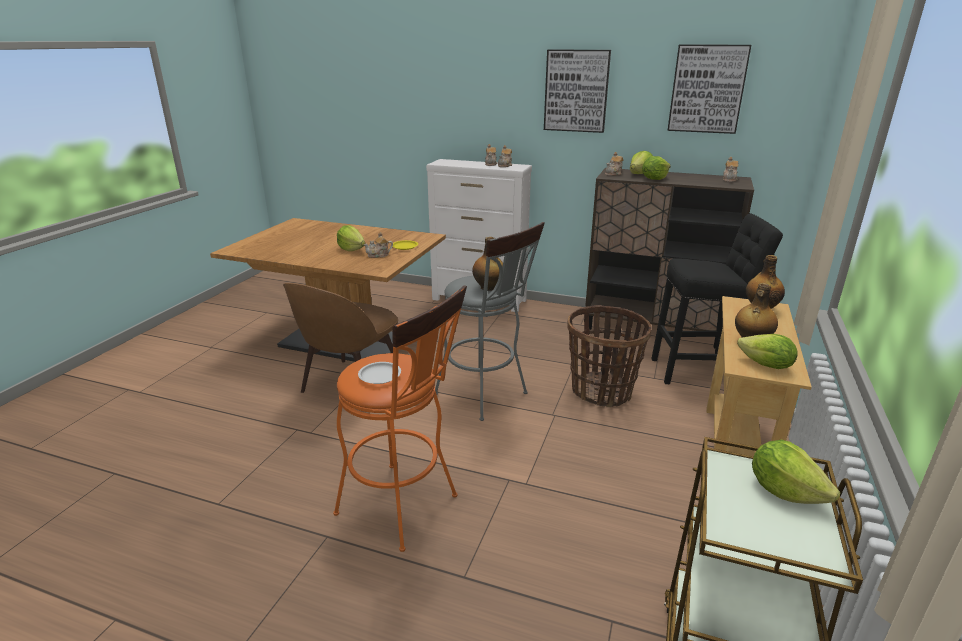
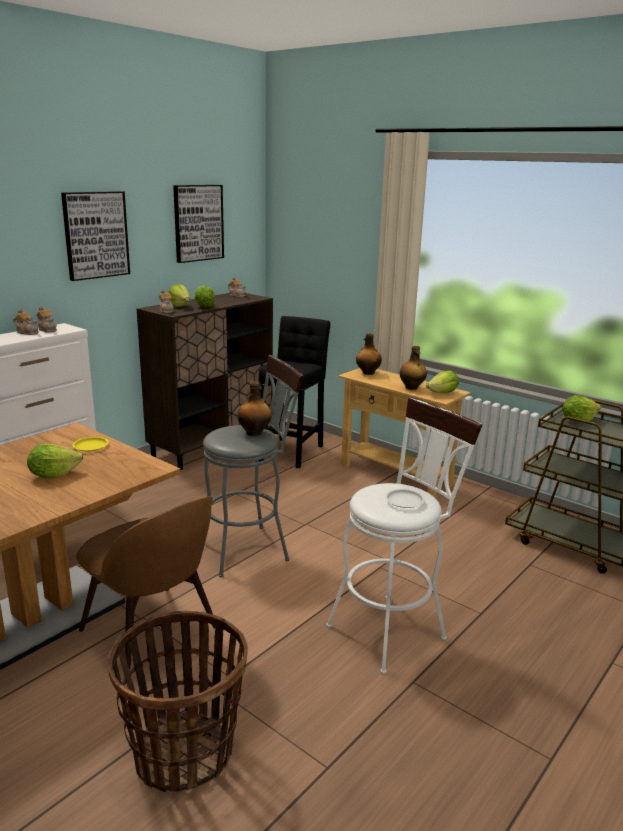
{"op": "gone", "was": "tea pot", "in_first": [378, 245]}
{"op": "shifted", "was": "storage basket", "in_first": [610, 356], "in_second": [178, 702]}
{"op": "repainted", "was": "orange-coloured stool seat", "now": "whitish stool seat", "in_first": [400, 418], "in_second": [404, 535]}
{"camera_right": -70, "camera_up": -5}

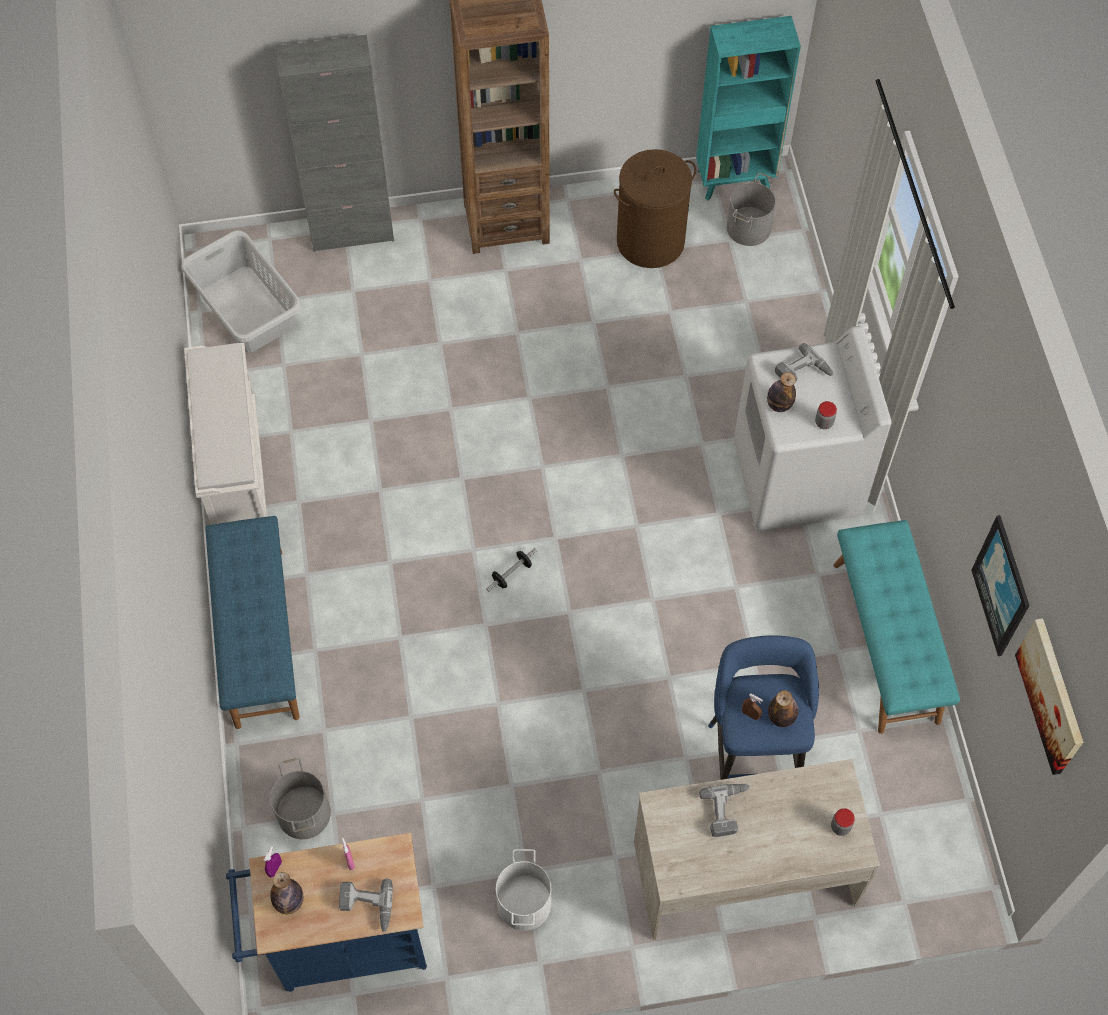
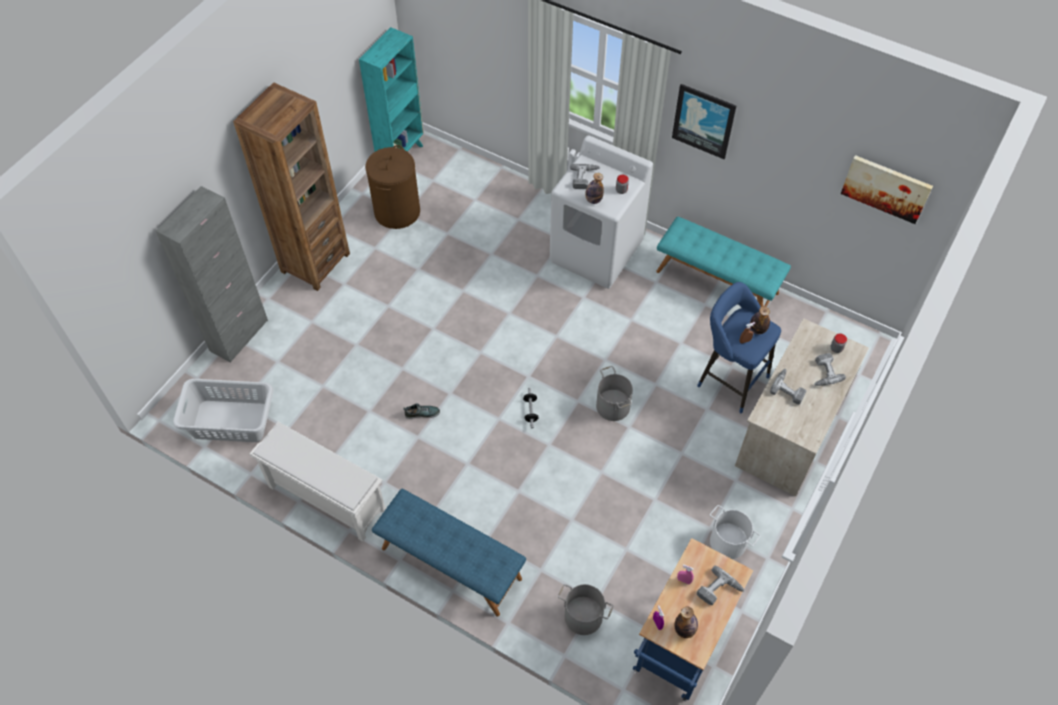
{"op": "new", "now": "low shoe", "in_second": [421, 411]}
{"op": "new", "now": "electric drill", "in_second": [830, 369]}
{"op": "shifted", "was": "gray bucket", "in_first": [751, 209], "in_second": [614, 393]}
{"op": "shifted", "was": "wall picture", "in_first": [1000, 585], "in_second": [704, 121]}
{"camera_right": -50, "camera_up": -5}

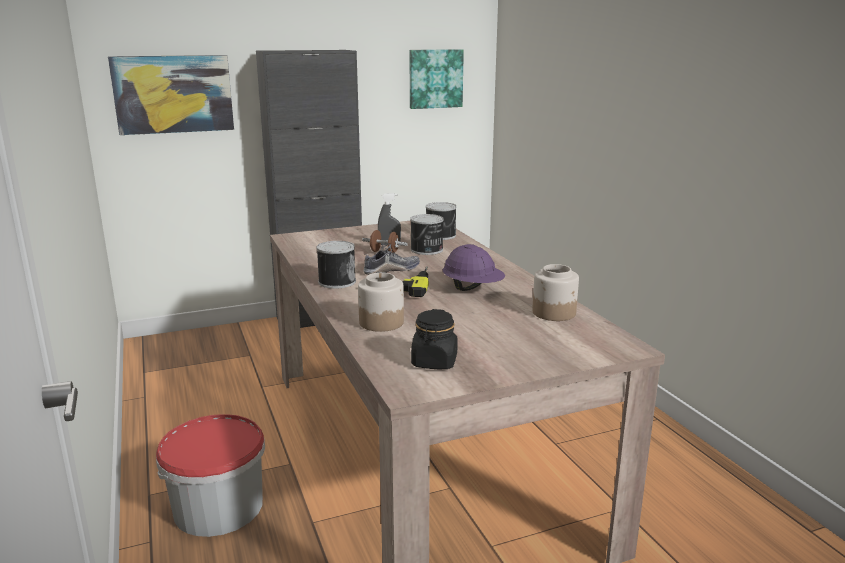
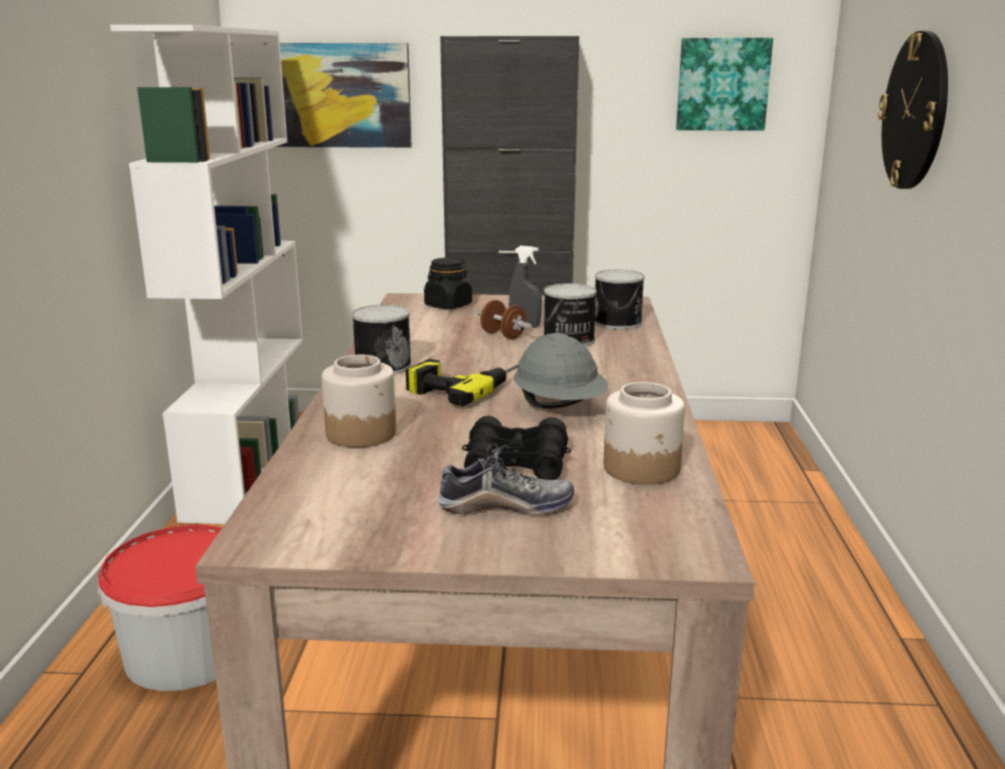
{"op": "new", "now": "whitish bookcase", "in_second": [206, 274]}
{"op": "new", "now": "black-coloured field glasses", "in_second": [516, 448]}
{"op": "new", "now": "hanging clock", "in_second": [913, 110]}
{"op": "shifted", "was": "low shoe", "in_first": [391, 259], "in_second": [506, 478]}
{"op": "shifted", "was": "black-coloured preserve jar", "in_first": [434, 339], "in_second": [448, 283]}
{"op": "repainted", "was": "purple safety helmet", "now": "gray safety helmet", "in_first": [473, 267], "in_second": [561, 370]}
{"camera_right": 25, "camera_up": 0}

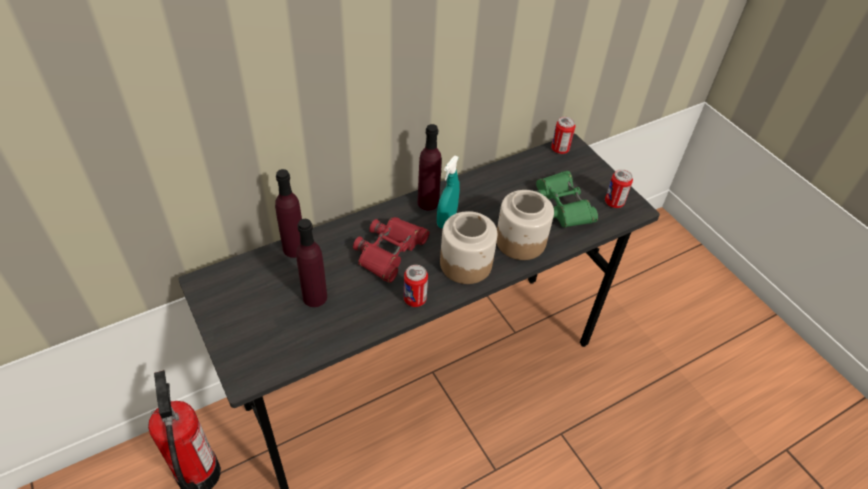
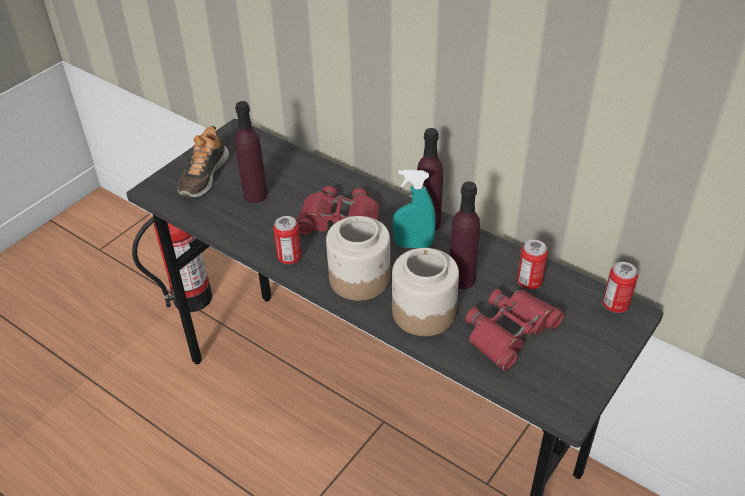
{"op": "new", "now": "low shoe", "in_second": [203, 162]}
{"op": "shifted", "was": "purple drink bottle", "in_first": [288, 213], "in_second": [465, 235]}
{"op": "shifted", "was": "can", "in_first": [619, 188], "in_second": [532, 264]}
{"op": "repainted", "was": "greenish field glasses", "now": "red-coloured field glasses", "in_first": [567, 199], "in_second": [514, 330]}
{"camera_right": 70, "camera_up": -5}

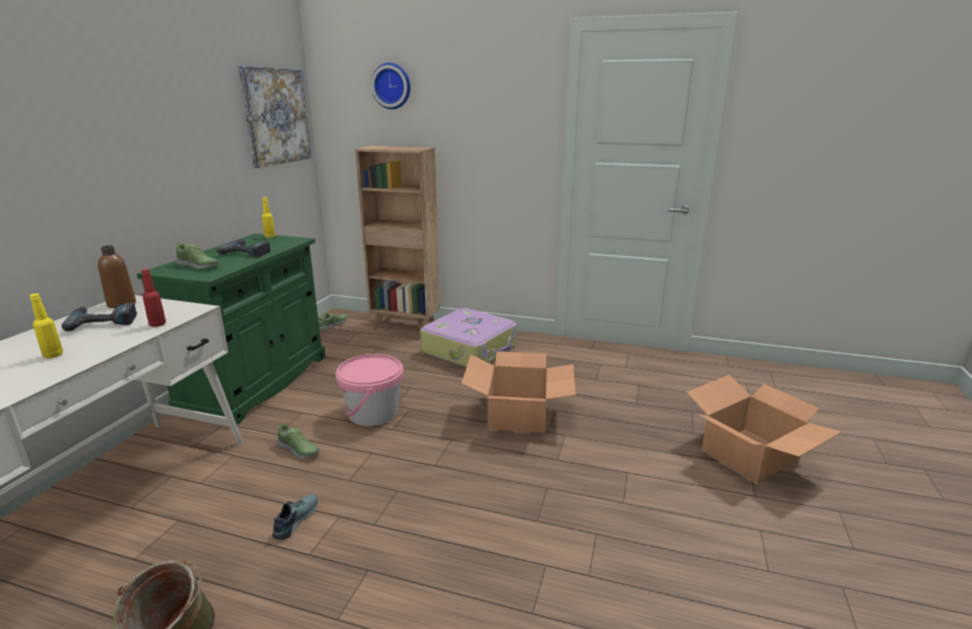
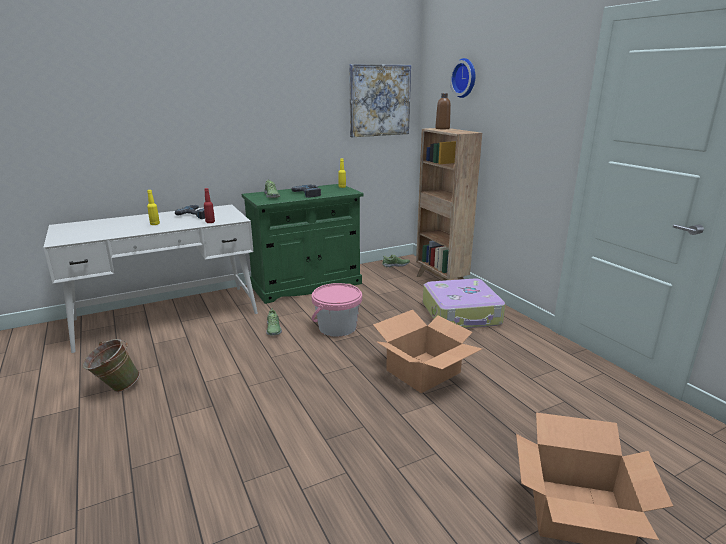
{"op": "gone", "was": "low shoe", "in_first": [295, 517]}
{"op": "shifted", "was": "brown drink bottle", "in_first": [117, 276], "in_second": [443, 111]}
{"camera_right": 45, "camera_up": 0}

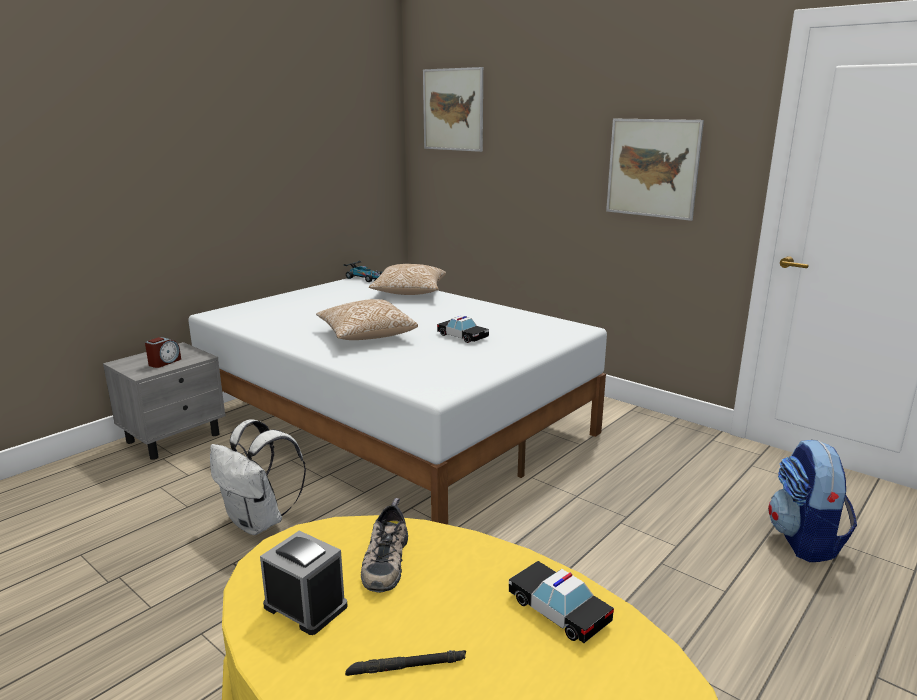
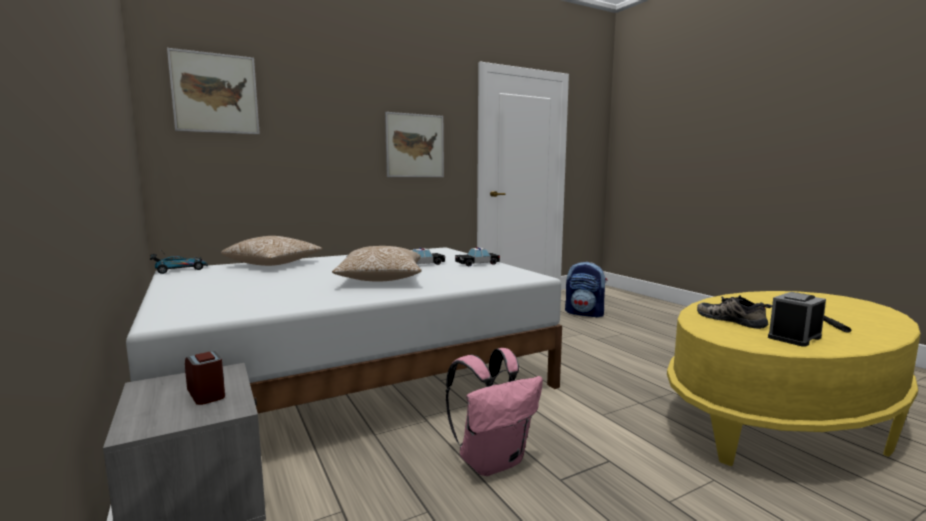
{"op": "shifted", "was": "miniature car", "in_first": [561, 602], "in_second": [477, 256]}
{"op": "repainted", "was": "whitish backpack", "now": "pink-coloured backpack", "in_first": [258, 477], "in_second": [494, 412]}
{"op": "rotated", "was": "low shoe", "in_first": [384, 545], "in_second": [734, 312], "clockwise": -150}
{"camera_right": -70, "camera_up": -10}

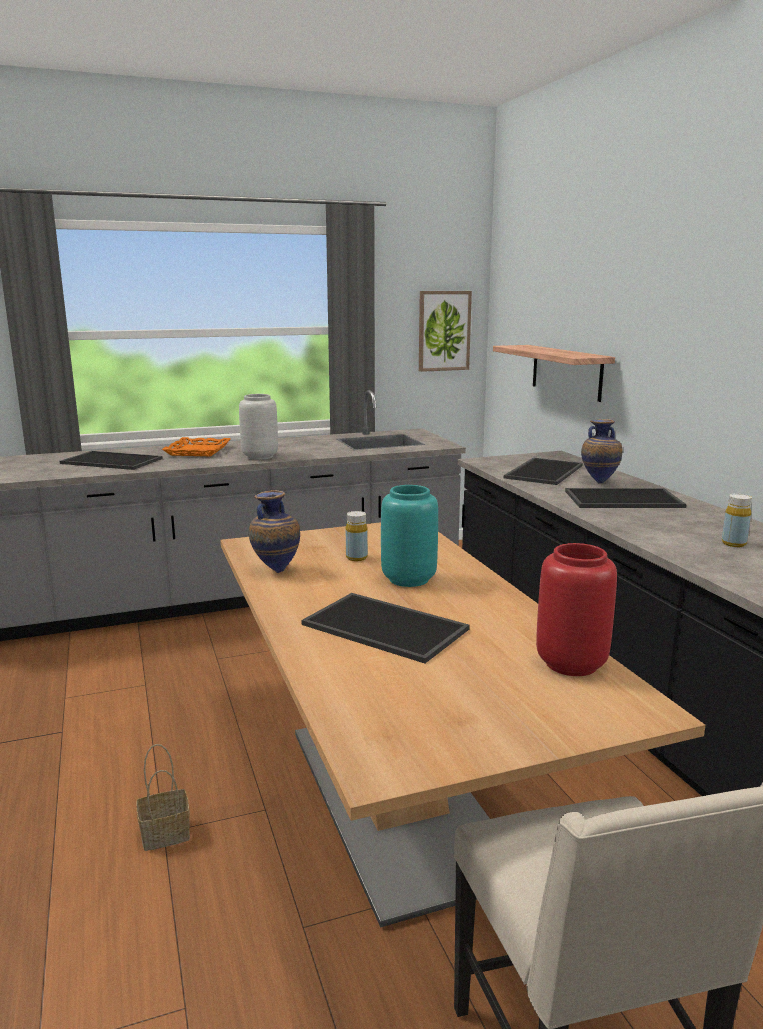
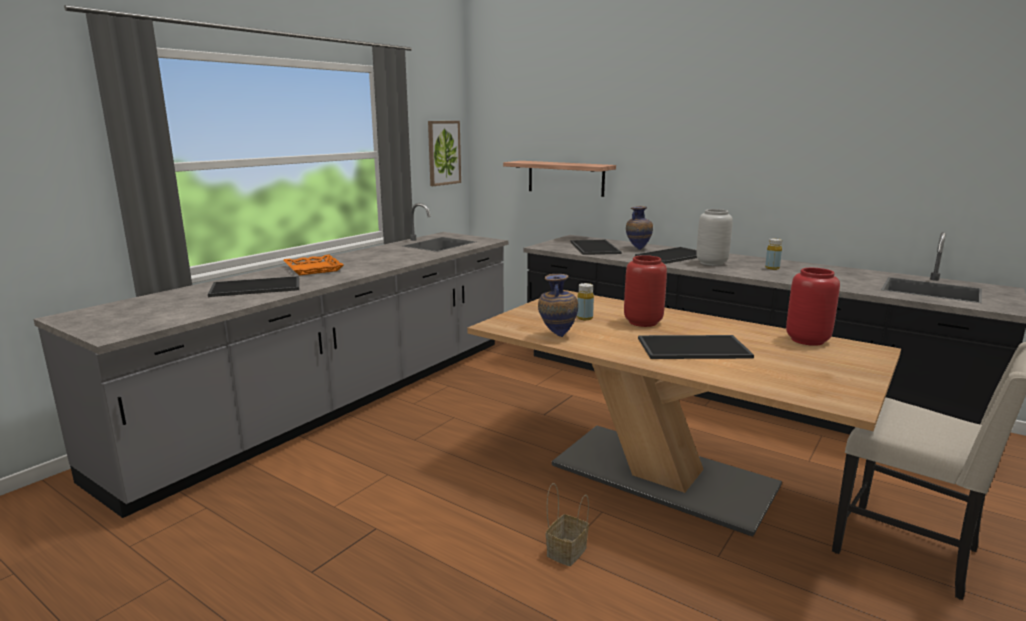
{"op": "shifted", "was": "gray decorative vase", "in_first": [258, 427], "in_second": [714, 237]}
{"op": "repainted", "was": "turquoise-coloured decorative vase", "now": "red-coloured decorative vase", "in_first": [409, 536], "in_second": [645, 291]}
{"camera_right": -35, "camera_up": 0}

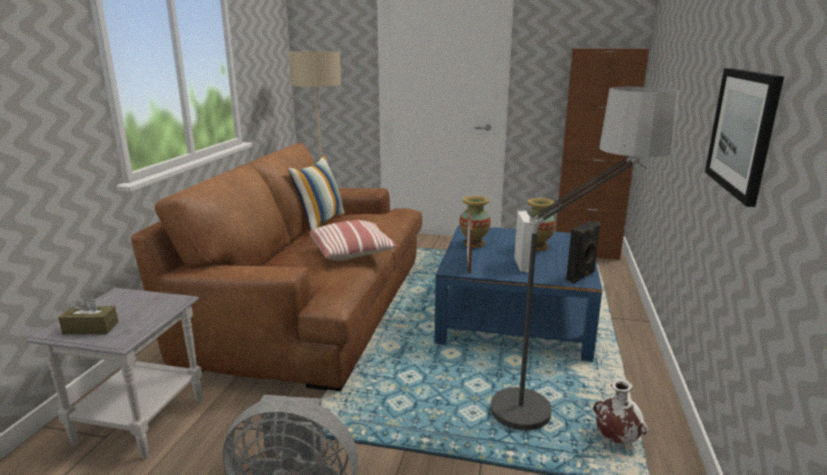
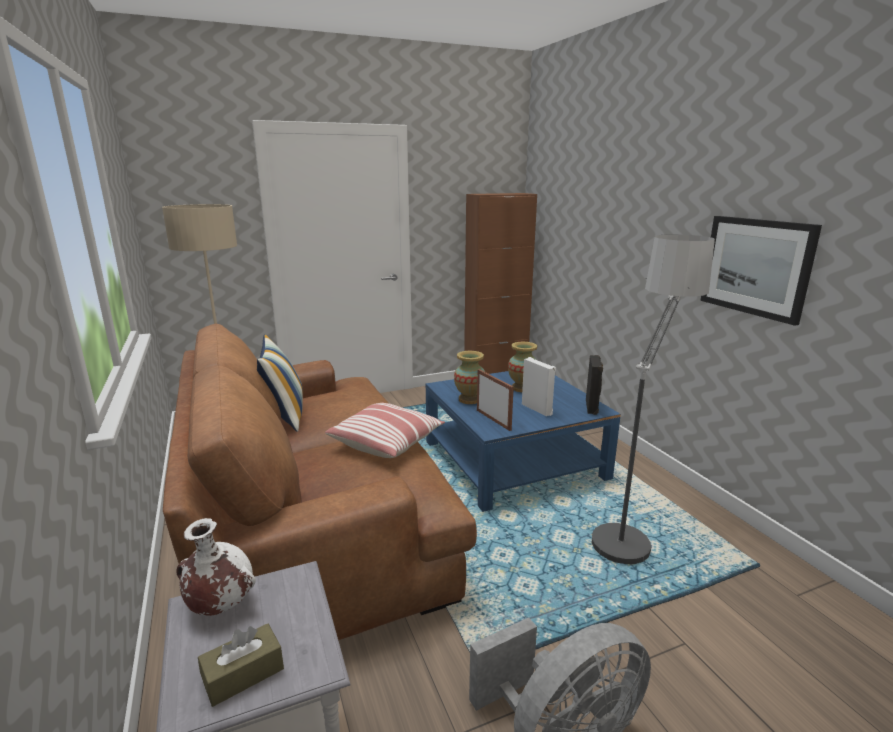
{"op": "shifted", "was": "whitish decorative vase", "in_first": [620, 411], "in_second": [216, 567]}
{"camera_right": -35, "camera_up": 0}

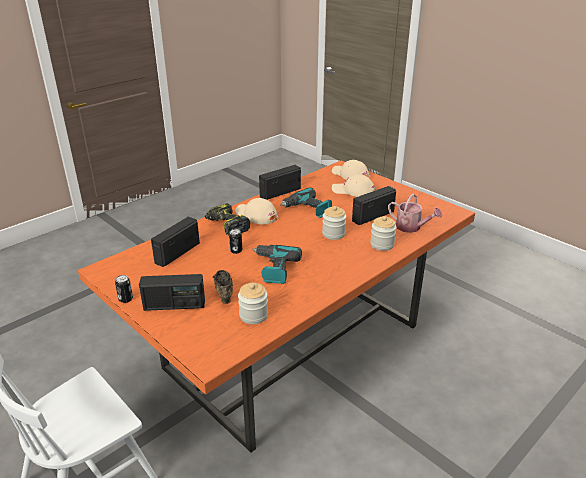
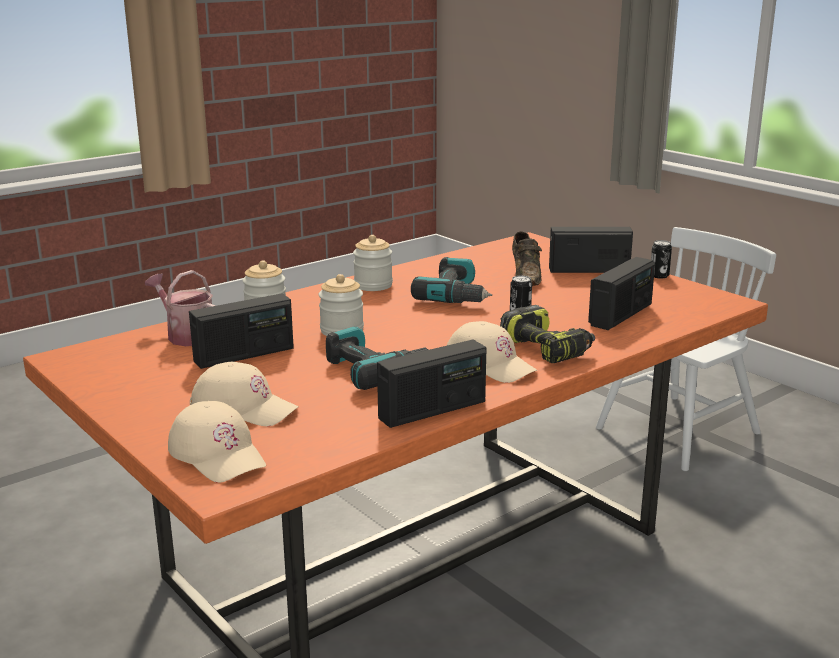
{"op": "shifted", "was": "preserve jar", "in_first": [253, 303], "in_second": [373, 263]}
{"camera_right": -175, "camera_up": -10}

